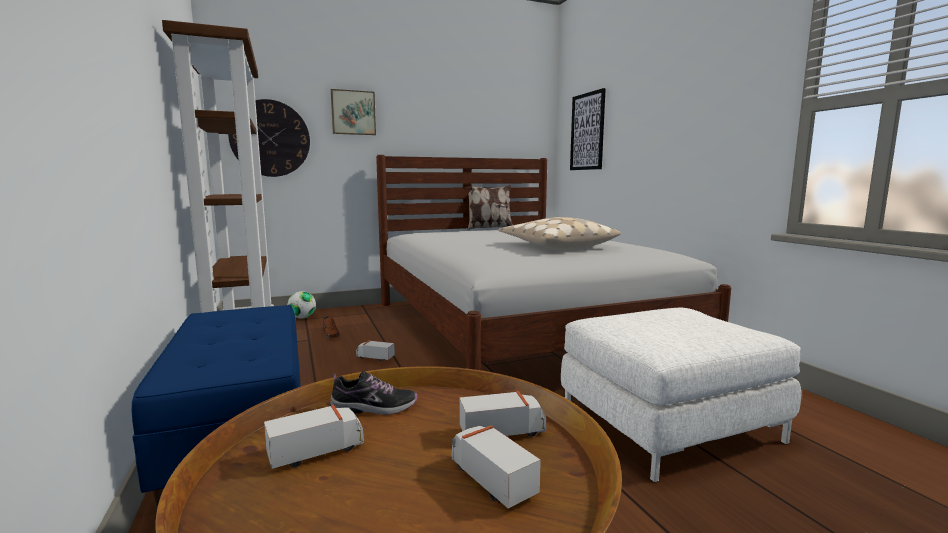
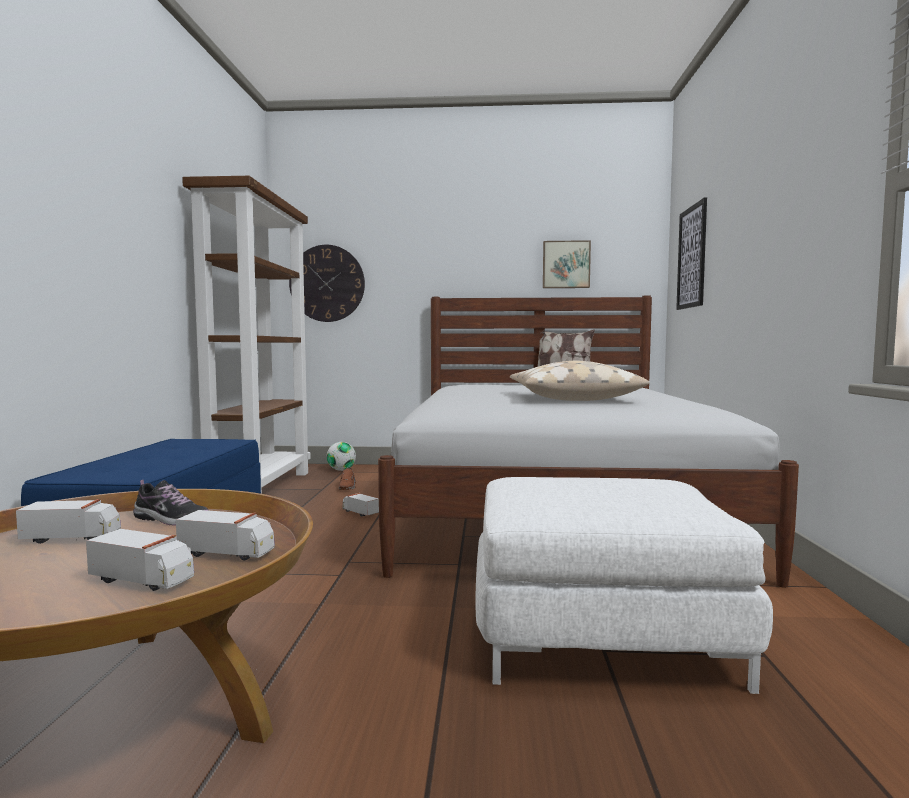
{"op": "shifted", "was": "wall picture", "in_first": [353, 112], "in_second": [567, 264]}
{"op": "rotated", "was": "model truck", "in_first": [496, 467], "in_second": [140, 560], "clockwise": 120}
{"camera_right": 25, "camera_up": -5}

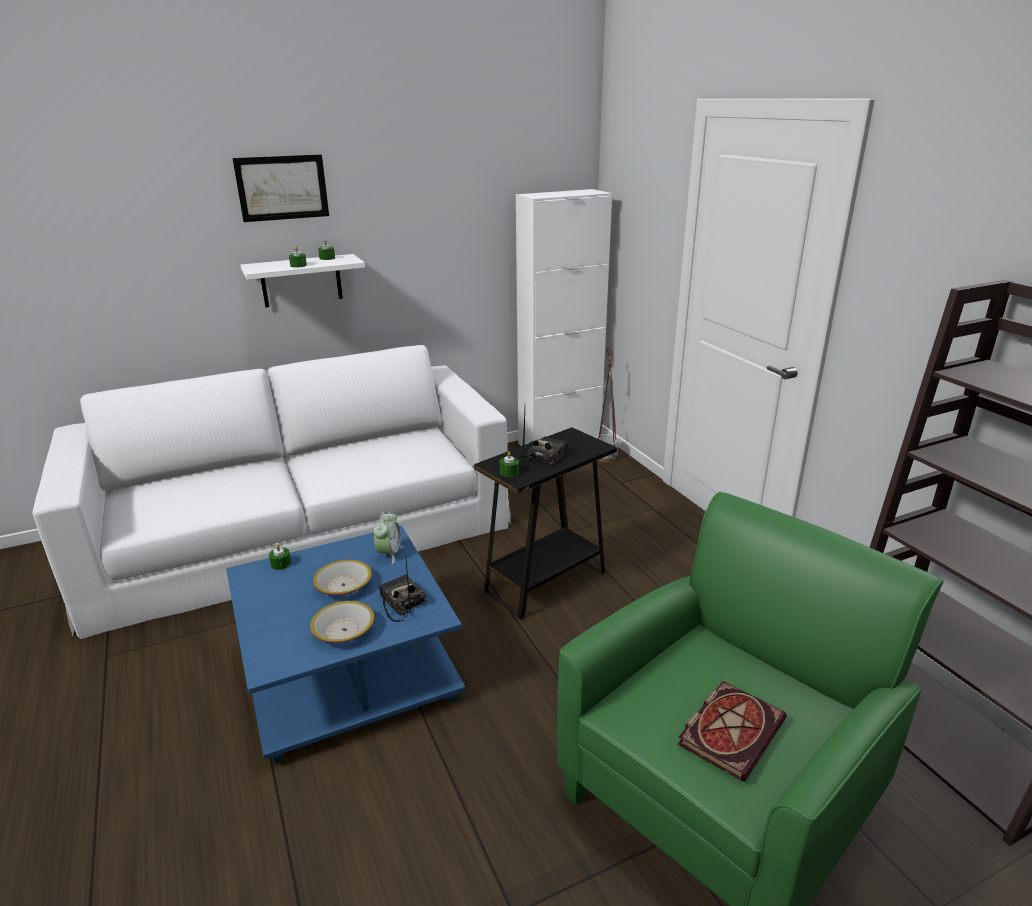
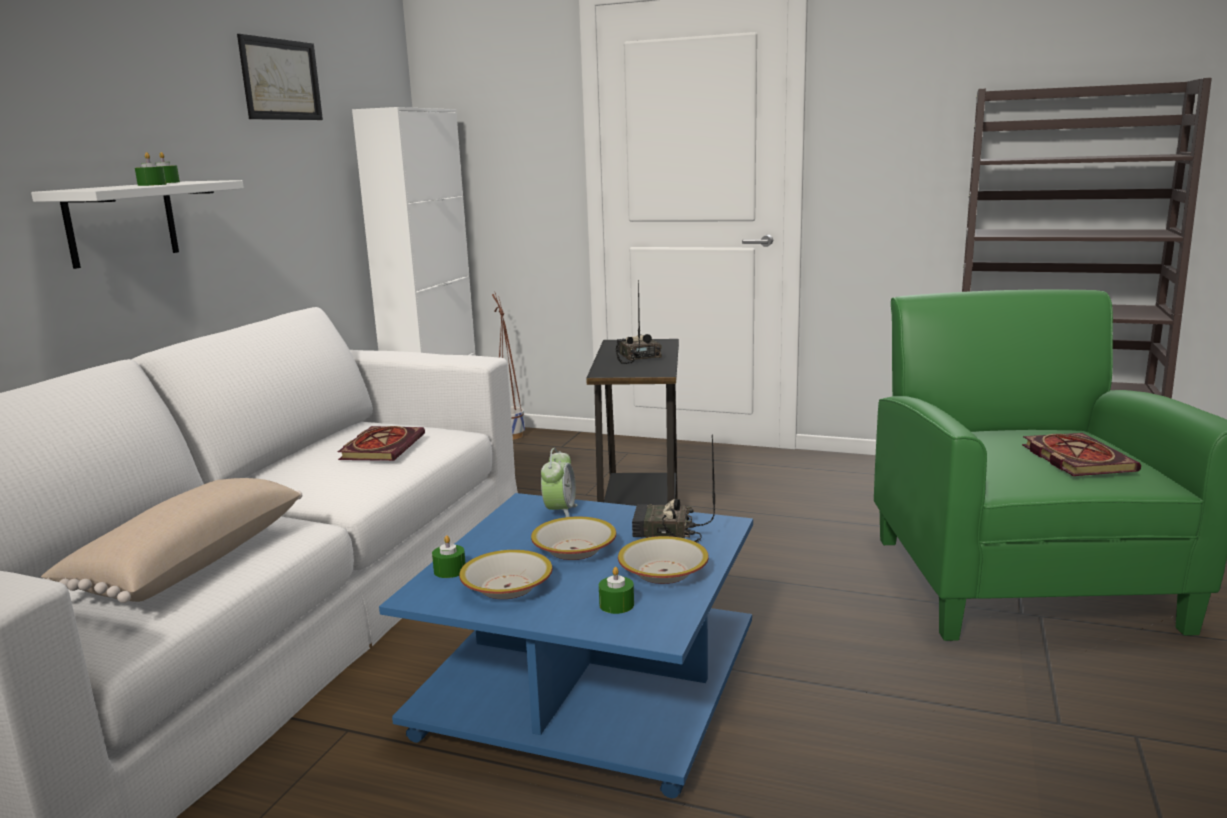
{"op": "new", "now": "beige pillow", "in_second": [171, 540]}
{"op": "new", "now": "bound book", "in_second": [381, 443]}
{"op": "new", "now": "serving bowl", "in_second": [506, 574]}
{"op": "shifted", "was": "wall picture", "in_first": [280, 188], "in_second": [280, 77]}
{"op": "shifted", "was": "greenish wax candle", "in_first": [509, 464], "in_second": [616, 590]}
{"op": "rotated", "was": "bedside clock", "in_first": [388, 538], "in_second": [559, 482], "clockwise": 45}
{"camera_right": -45, "camera_up": -10}

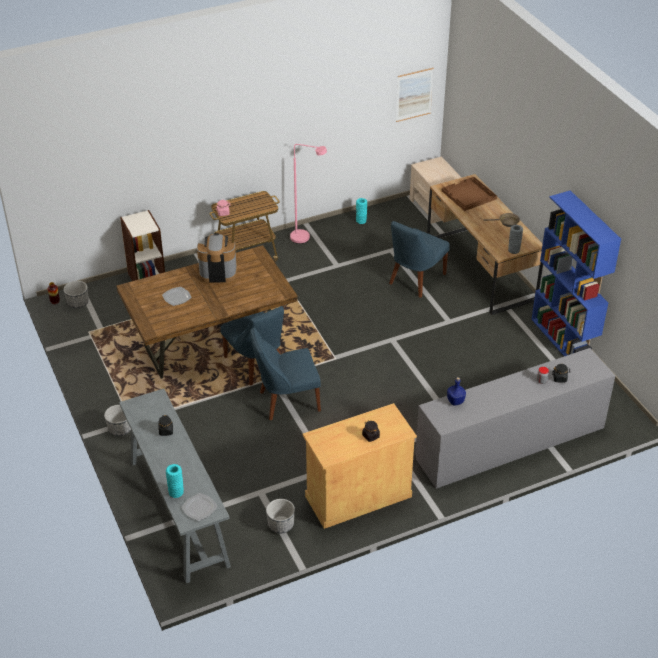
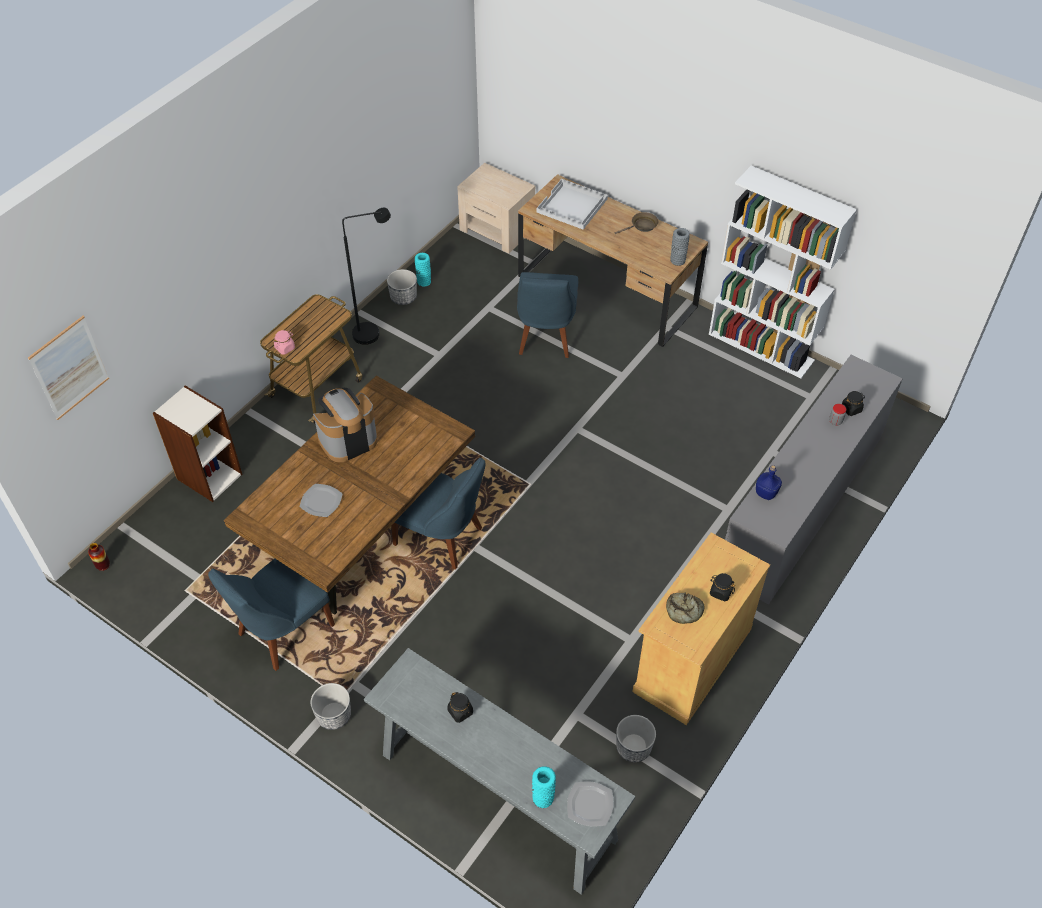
{"op": "new", "now": "bread", "in_second": [685, 608]}
{"op": "shifted", "was": "planter", "in_first": [76, 294], "in_second": [402, 287]}
{"op": "shifted", "was": "bluish chair", "in_first": [285, 374], "in_second": [271, 615]}
{"op": "shifted", "was": "wall picture", "in_first": [415, 95], "in_second": [68, 368]}
{"op": "repainted", "was": "pink-coloured floor lamp", "now": "black-coloured floor lamp", "in_first": [308, 194], "in_second": [366, 276]}
{"op": "repainted", "was": "brown tray", "now": "whitish tray", "in_first": [469, 194], "in_second": [572, 204]}
{"op": "repainted", "was": "bluish bookcase", "now": "whitish bookcase", "in_first": [576, 273], "in_second": [783, 272]}
{"camera_right": -30, "camera_up": 10}

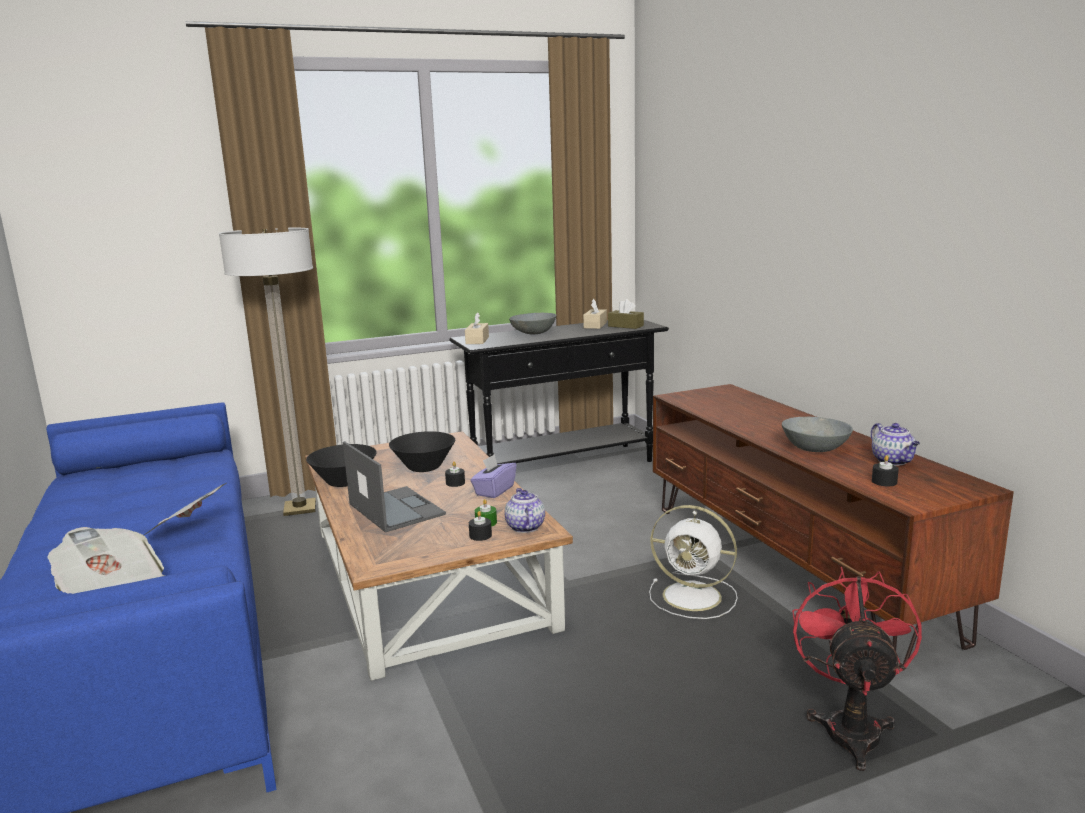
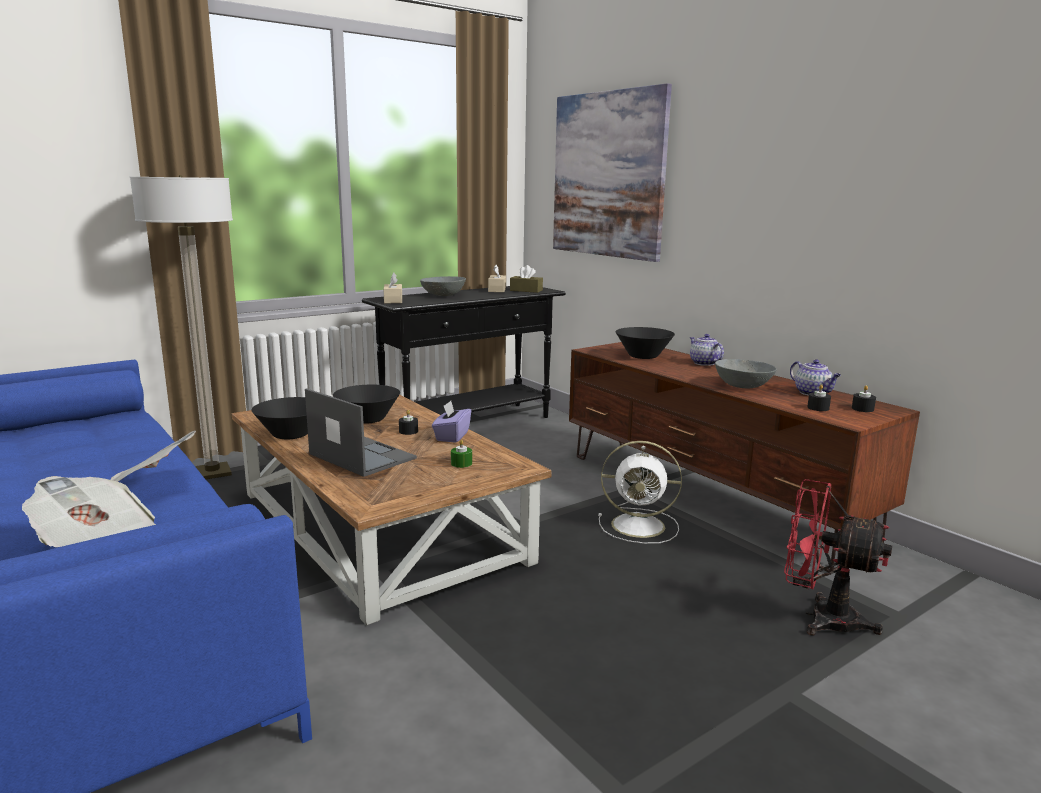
{"op": "new", "now": "wall picture", "in_second": [612, 172]}
{"op": "new", "now": "black-coloured serving bowl", "in_second": [645, 343]}
{"op": "shifted", "was": "black-coloured wax candle", "in_first": [480, 526], "in_second": [864, 398]}
{"op": "shifted", "was": "tea pot", "in_first": [524, 510], "in_second": [707, 350]}
{"op": "rotated", "was": "red-coloured fan", "in_first": [857, 669], "in_second": [838, 557], "clockwise": -60}
{"camera_right": -15, "camera_up": 0}

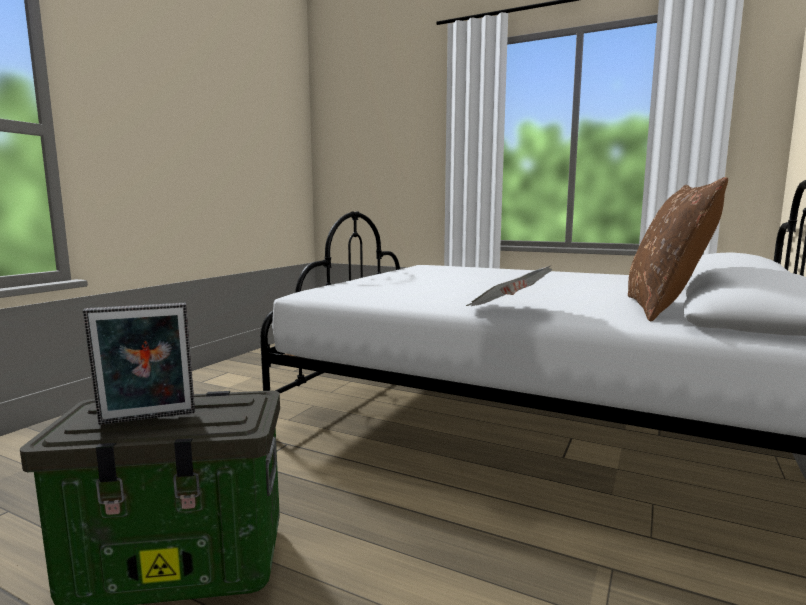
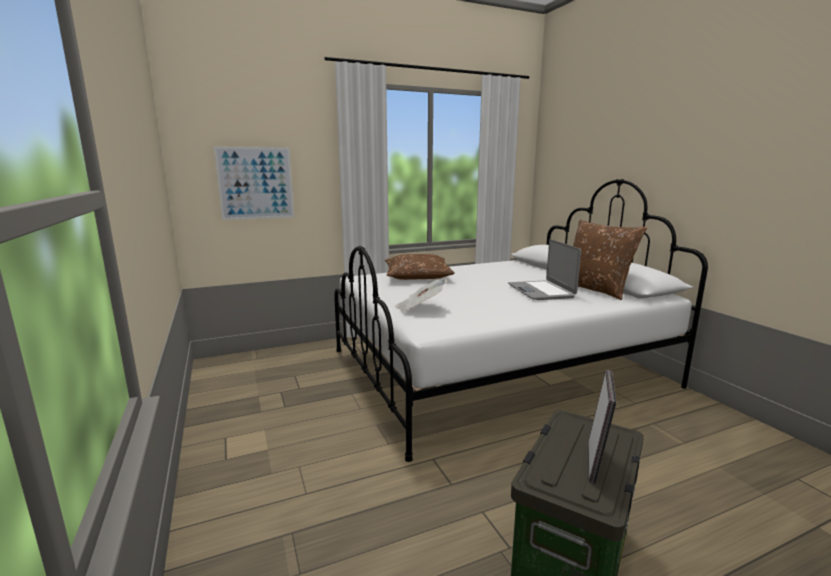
{"op": "new", "now": "wall picture", "in_second": [254, 183]}
{"op": "new", "now": "brown pillow", "in_second": [420, 267]}
{"op": "new", "now": "portable computer", "in_second": [544, 269]}
{"op": "shifted", "was": "printed paper", "in_first": [509, 286], "in_second": [421, 295]}
{"camera_right": -50, "camera_up": 5}

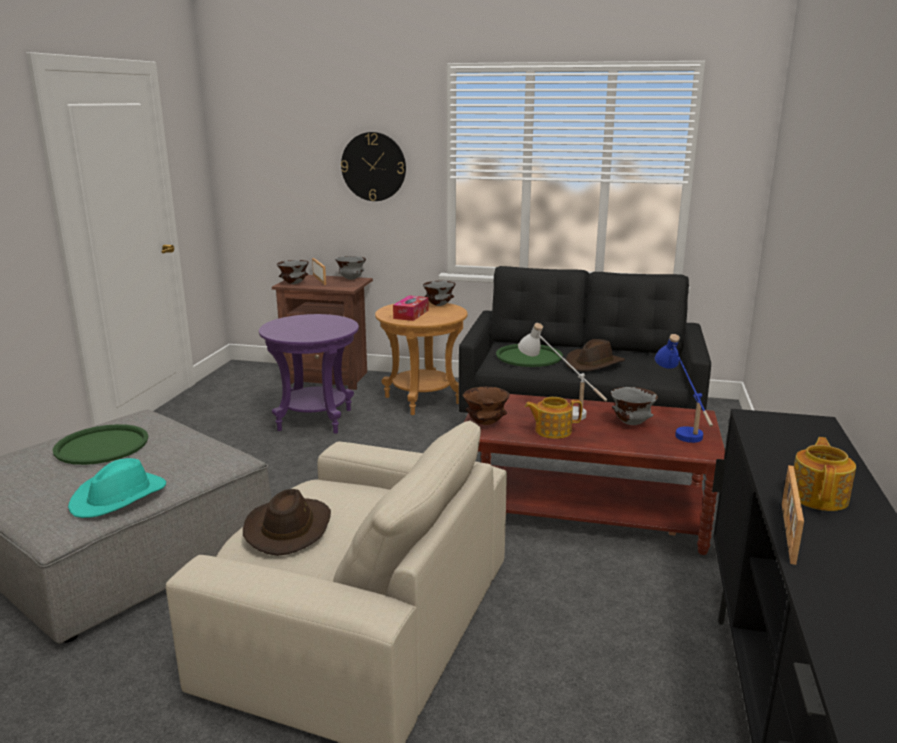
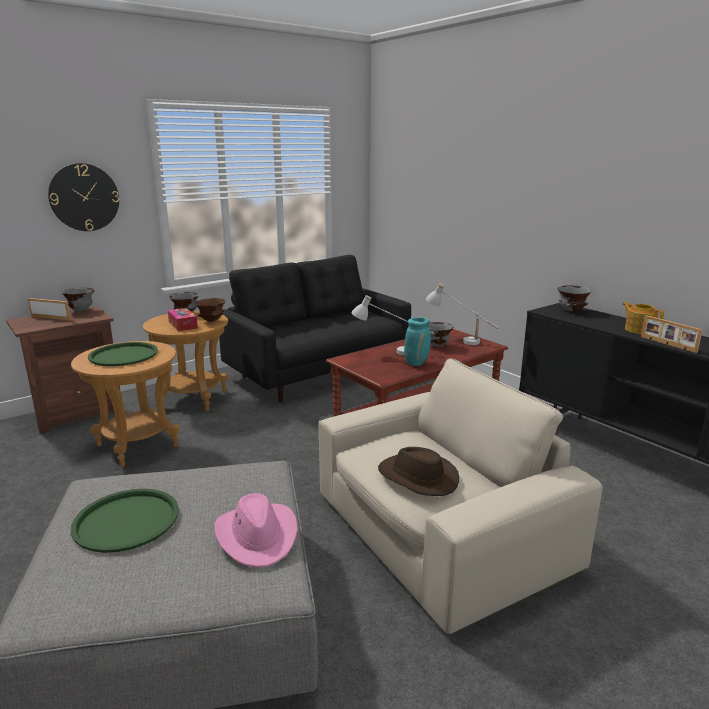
{"op": "gone", "was": "brown hat", "in_first": [595, 355]}
{"op": "shifted", "was": "gray serving bowl", "in_first": [293, 272], "in_second": [574, 298]}
{"op": "shifted", "was": "brown serving bowl", "in_first": [486, 406], "in_second": [210, 310]}
{"op": "shifted", "was": "greenish tray", "in_first": [529, 355], "in_second": [123, 354]}
{"op": "swapped", "was": "tea pot", "now": "turquoise-coloured decorative vase", "in_first": [553, 418], "in_second": [417, 341]}
{"op": "repainted", "was": "turquoise-coloured hat", "now": "pink-coloured hat", "in_first": [117, 488], "in_second": [256, 530]}
{"op": "repainted", "was": "purple side table", "now": "brown side table", "in_first": [309, 374], "in_second": [125, 404]}
{"op": "repainted", "was": "bluish tabletop lamp", "now": "whitish tabletop lamp", "in_first": [684, 388], "in_second": [462, 314]}
{"camera_right": -50, "camera_up": 0}

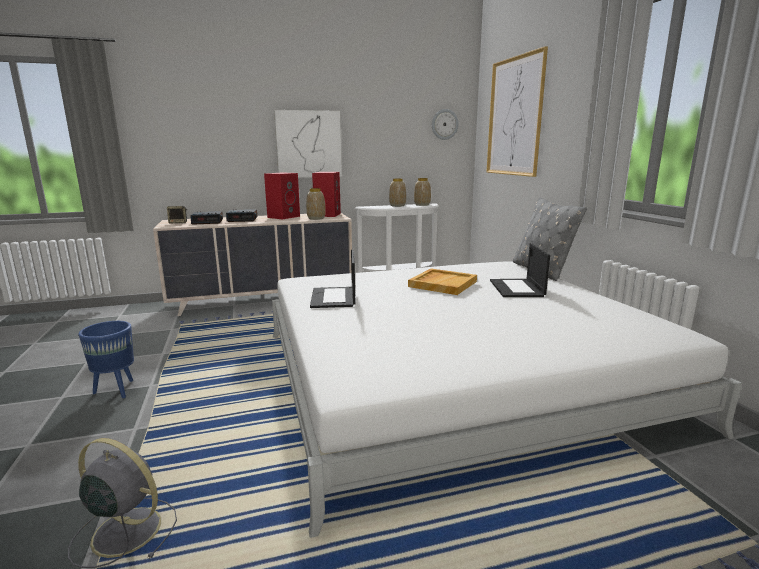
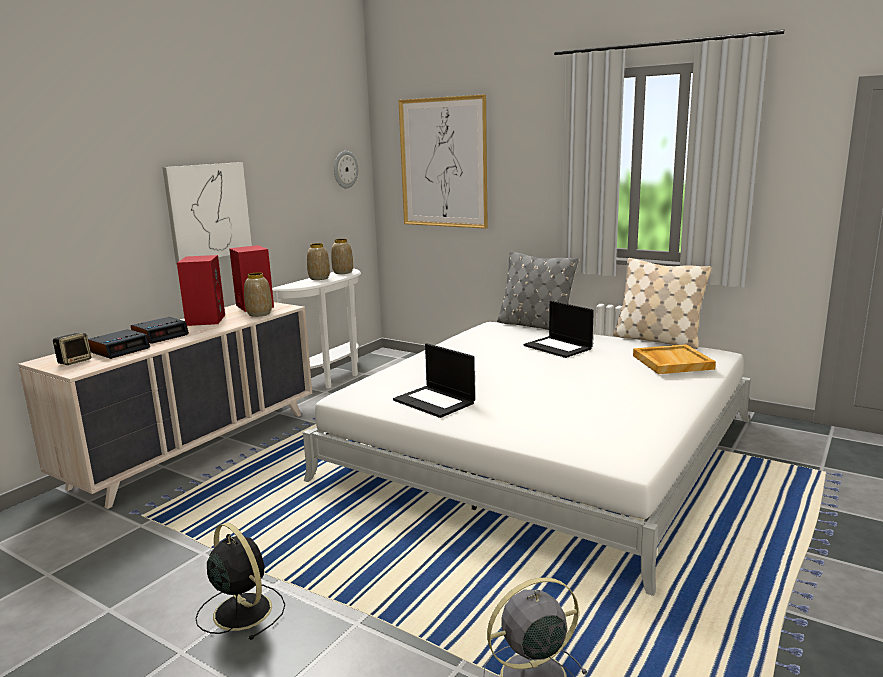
{"op": "new", "now": "beige pillow", "in_second": [662, 303]}
{"op": "shifted", "was": "beige tray", "in_first": [442, 281], "in_second": [674, 359]}
{"op": "swapped", "was": "bluish planter", "now": "black-coloured fan", "in_first": [106, 359], "in_second": [240, 581]}
{"camera_right": -40, "camera_up": 0}

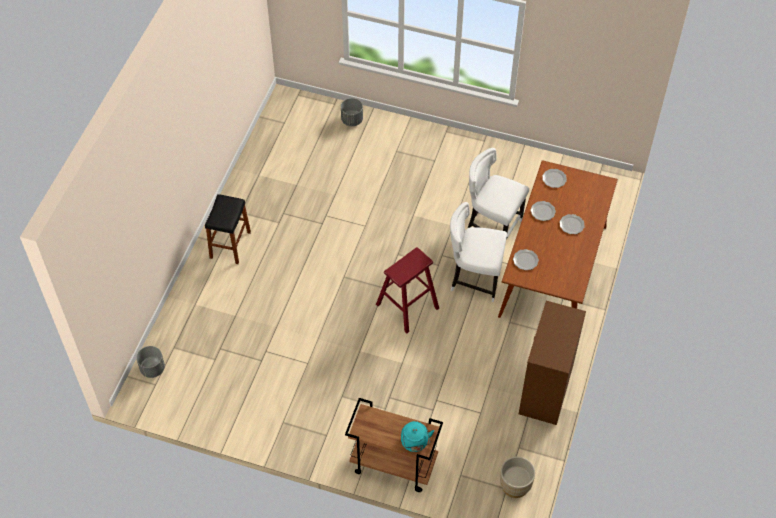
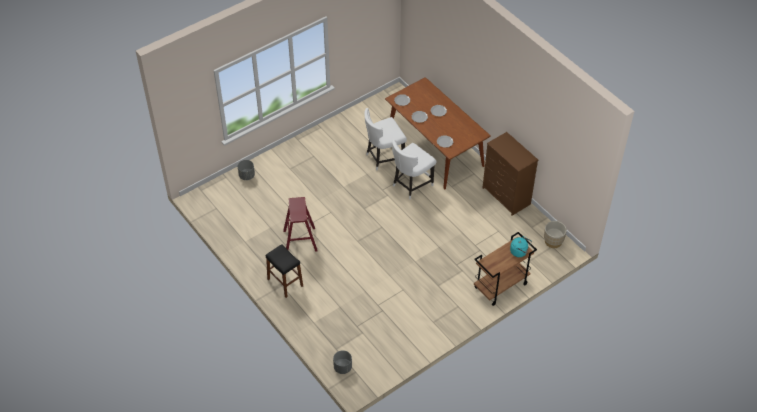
{"op": "shifted", "was": "red-coloured stool seat", "in_first": [407, 290], "in_second": [300, 224]}
{"camera_right": -55, "camera_up": -5}

